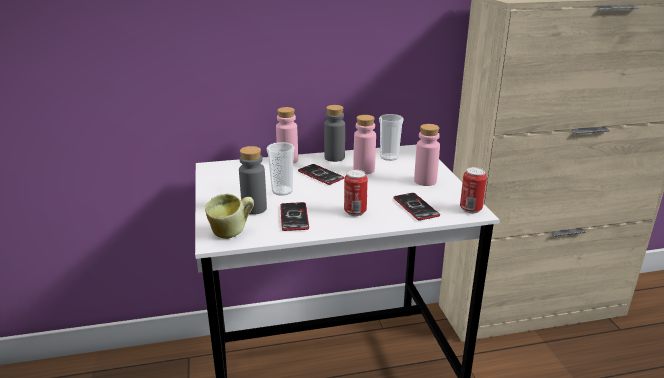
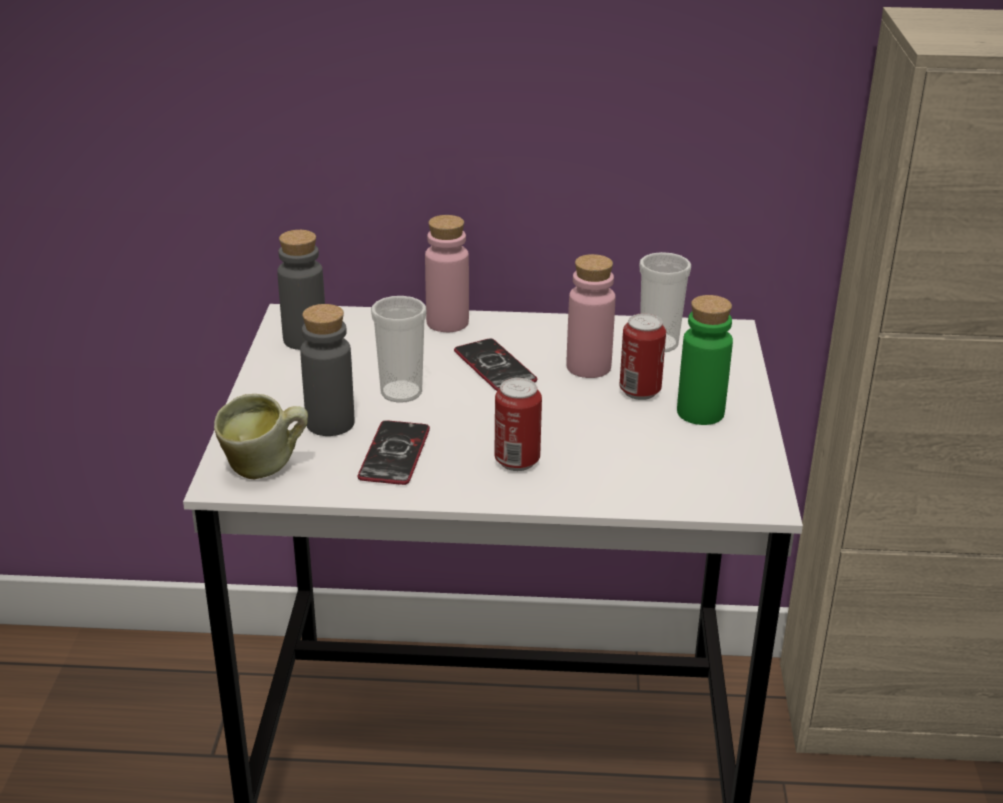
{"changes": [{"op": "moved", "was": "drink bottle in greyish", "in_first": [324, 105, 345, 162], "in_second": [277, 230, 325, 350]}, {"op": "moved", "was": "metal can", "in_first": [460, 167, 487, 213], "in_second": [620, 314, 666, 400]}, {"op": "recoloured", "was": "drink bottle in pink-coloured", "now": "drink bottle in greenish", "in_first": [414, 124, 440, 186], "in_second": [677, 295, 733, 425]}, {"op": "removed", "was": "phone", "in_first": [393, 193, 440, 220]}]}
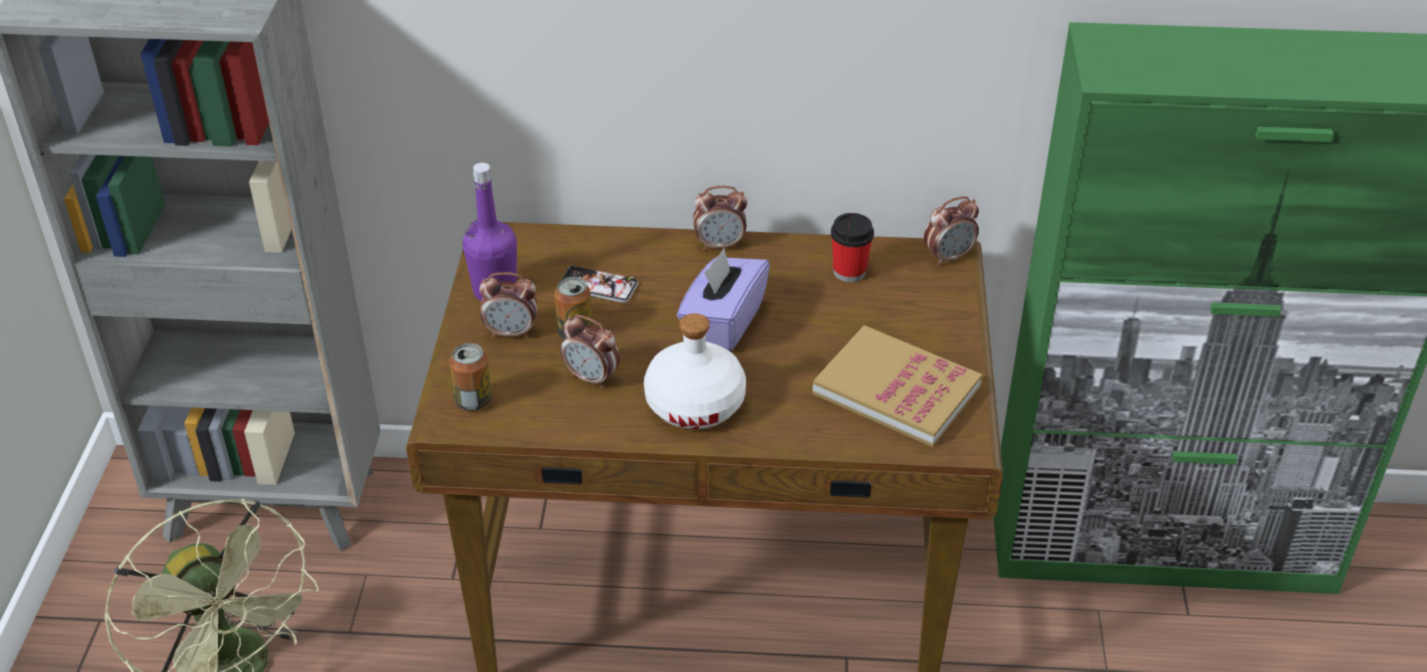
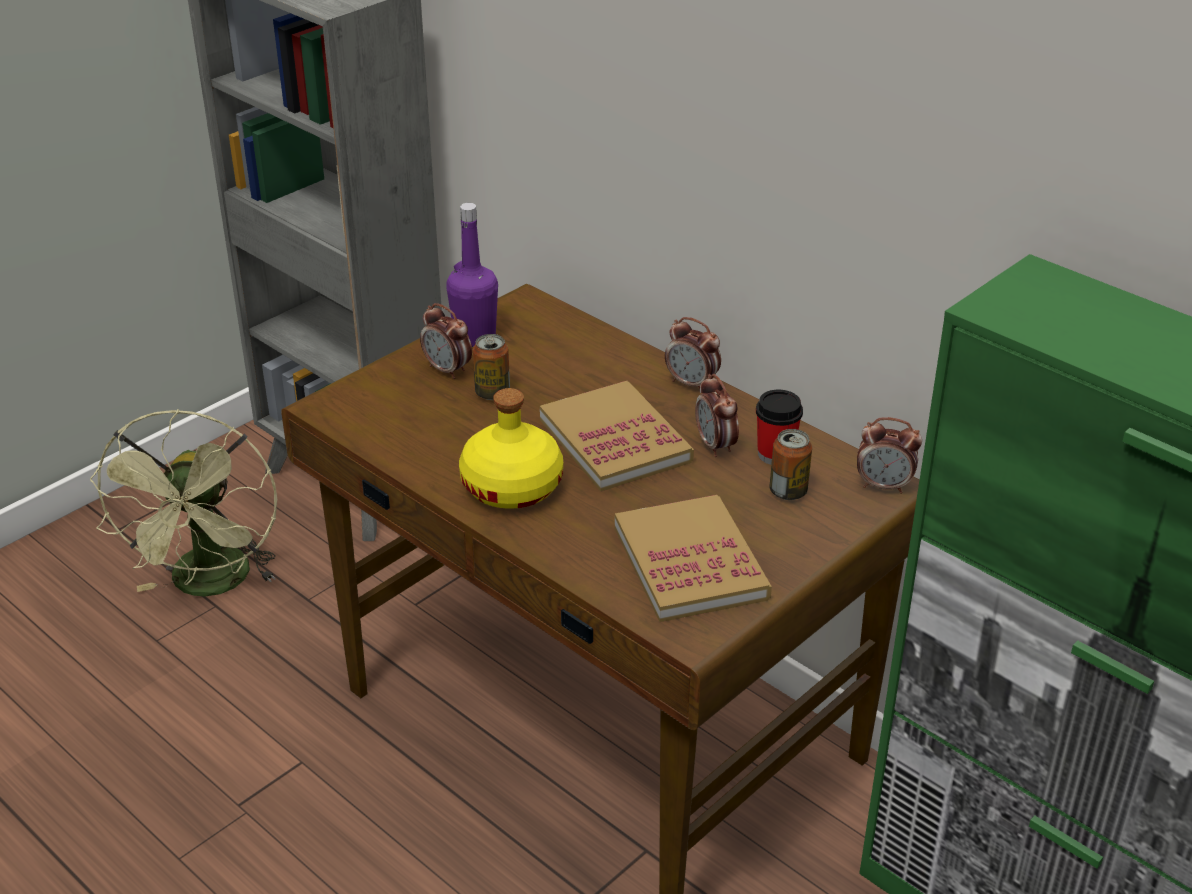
{"changes": [{"op": "recoloured", "was": "drink bottle in white", "now": "drink bottle in yellowish", "in_first": [644, 313, 746, 429], "in_second": [459, 388, 563, 509]}, {"op": "replaced", "was": "tissue box in purple", "now": "book", "in_first": [677, 248, 770, 351], "in_second": [540, 381, 694, 492]}, {"op": "moved", "was": "bedside clock", "in_first": [561, 315, 620, 389], "in_second": [695, 374, 739, 457]}, {"op": "moved", "was": "metal can", "in_first": [450, 343, 492, 411], "in_second": [769, 429, 812, 500]}, {"op": "removed", "was": "phone", "in_first": [561, 266, 639, 303]}]}
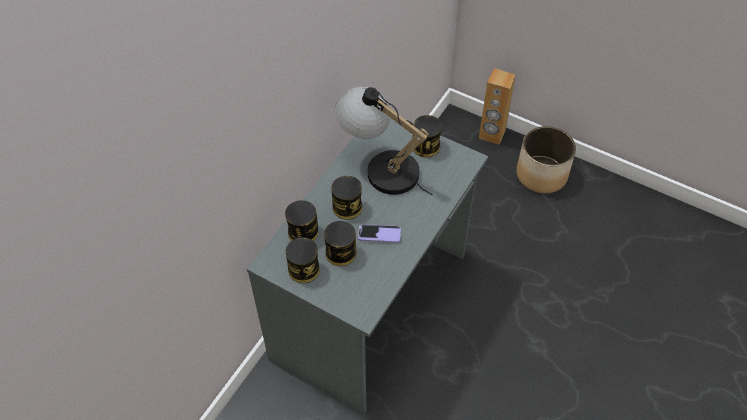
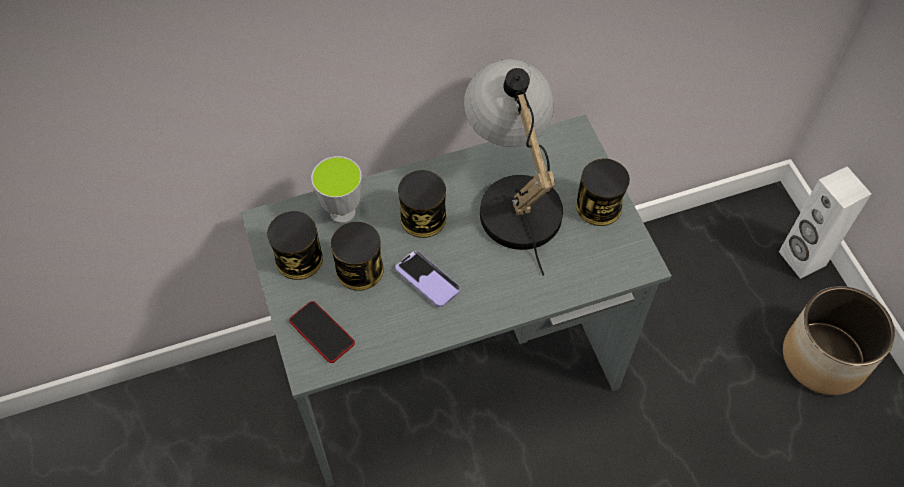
{"changes": [{"op": "added", "now": "phone", "in_second": [289, 301, 355, 363]}, {"op": "replaced", "was": "metal can", "now": "small cup", "in_first": [285, 200, 318, 241], "in_second": [311, 156, 362, 224]}, {"op": "recoloured", "was": "loudspeaker in brownish", "now": "loudspeaker in white", "in_first": [479, 68, 516, 145], "in_second": [779, 166, 872, 279]}]}
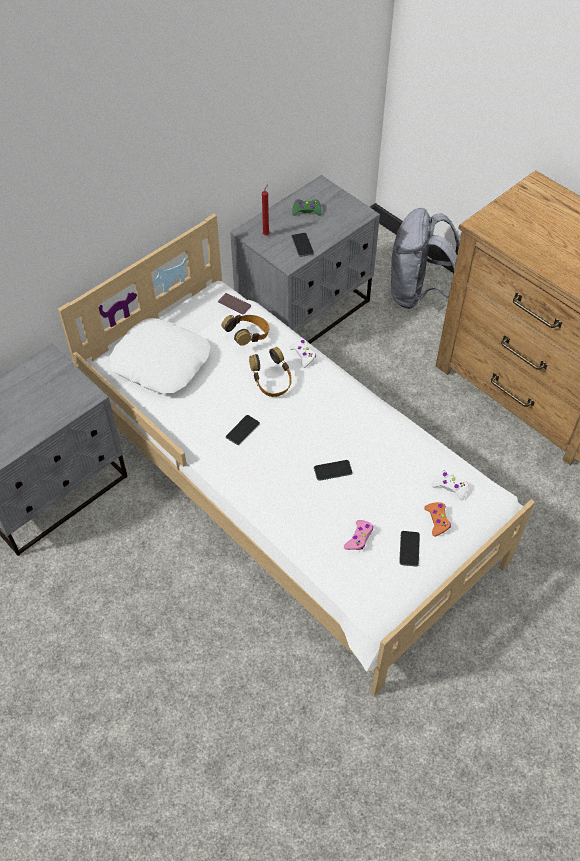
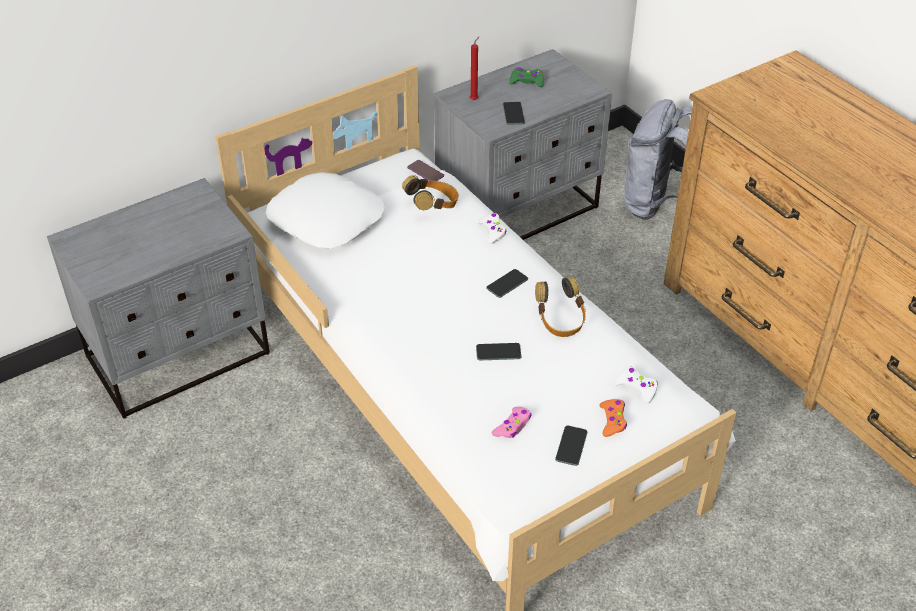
{"changes": [{"op": "moved", "was": "phone", "in_first": [226, 415, 260, 445], "in_second": [486, 269, 528, 298]}, {"op": "moved", "was": "pair of headphones", "in_first": [249, 347, 292, 397], "in_second": [535, 276, 586, 337]}]}
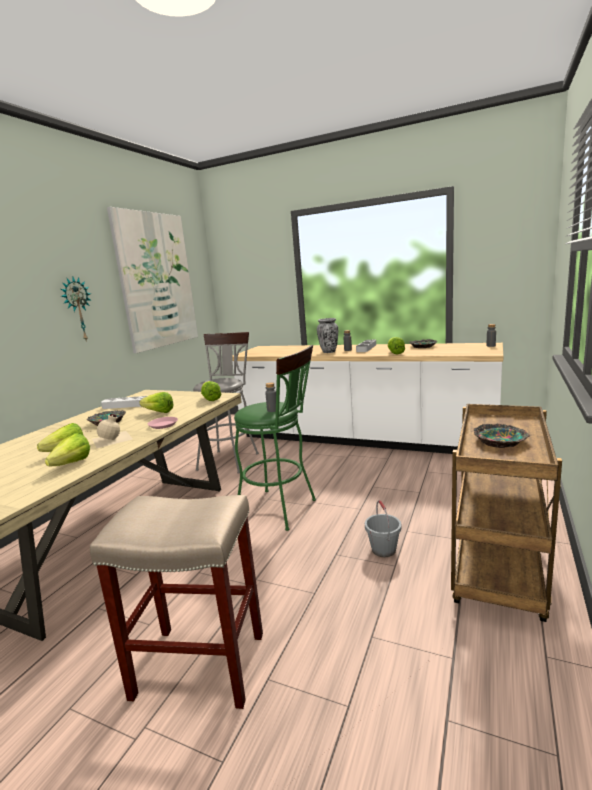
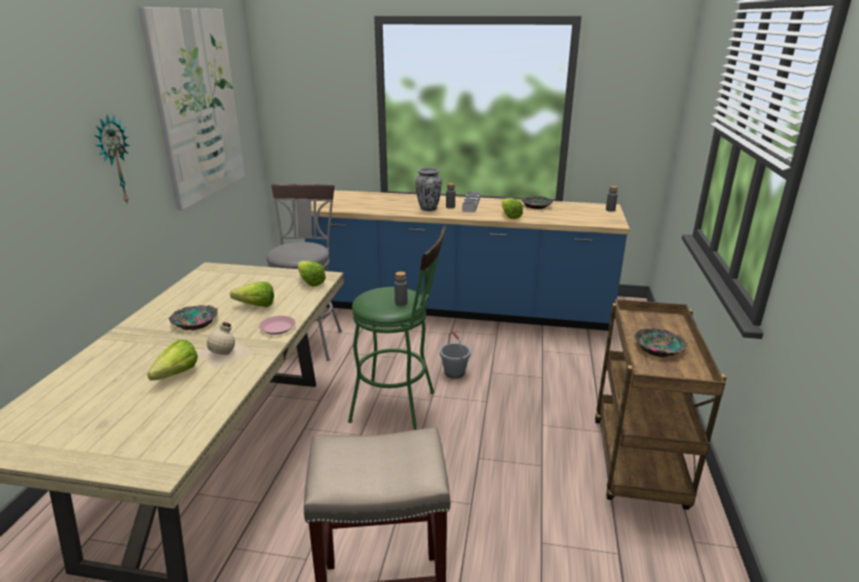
{"changes": [{"op": "recoloured", "was": "kitchen counter in white", "now": "kitchen counter in bluish", "in_first": [232, 343, 503, 454], "in_second": [305, 190, 630, 331]}, {"op": "moved", "was": "water bucket in greyish", "in_first": [365, 500, 401, 557], "in_second": [440, 332, 471, 379]}, {"op": "removed", "was": "lettuce head", "in_first": [45, 433, 90, 466]}, {"op": "removed", "was": "tray in greyish", "in_first": [101, 396, 147, 409]}]}
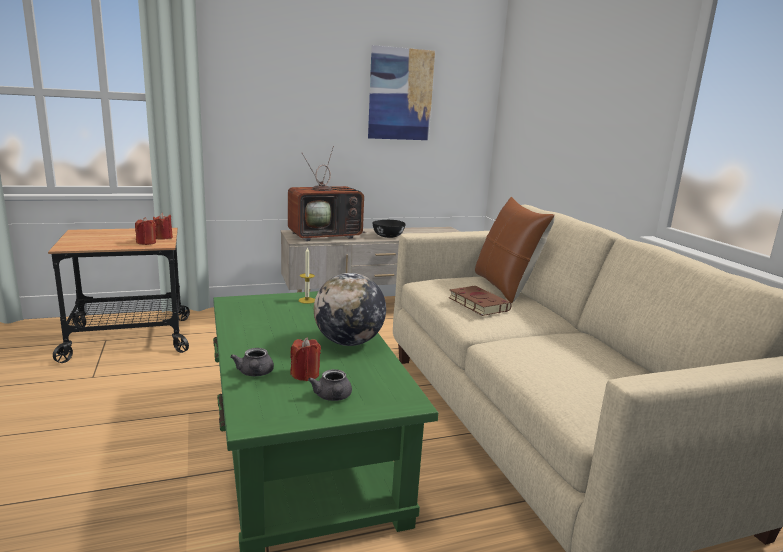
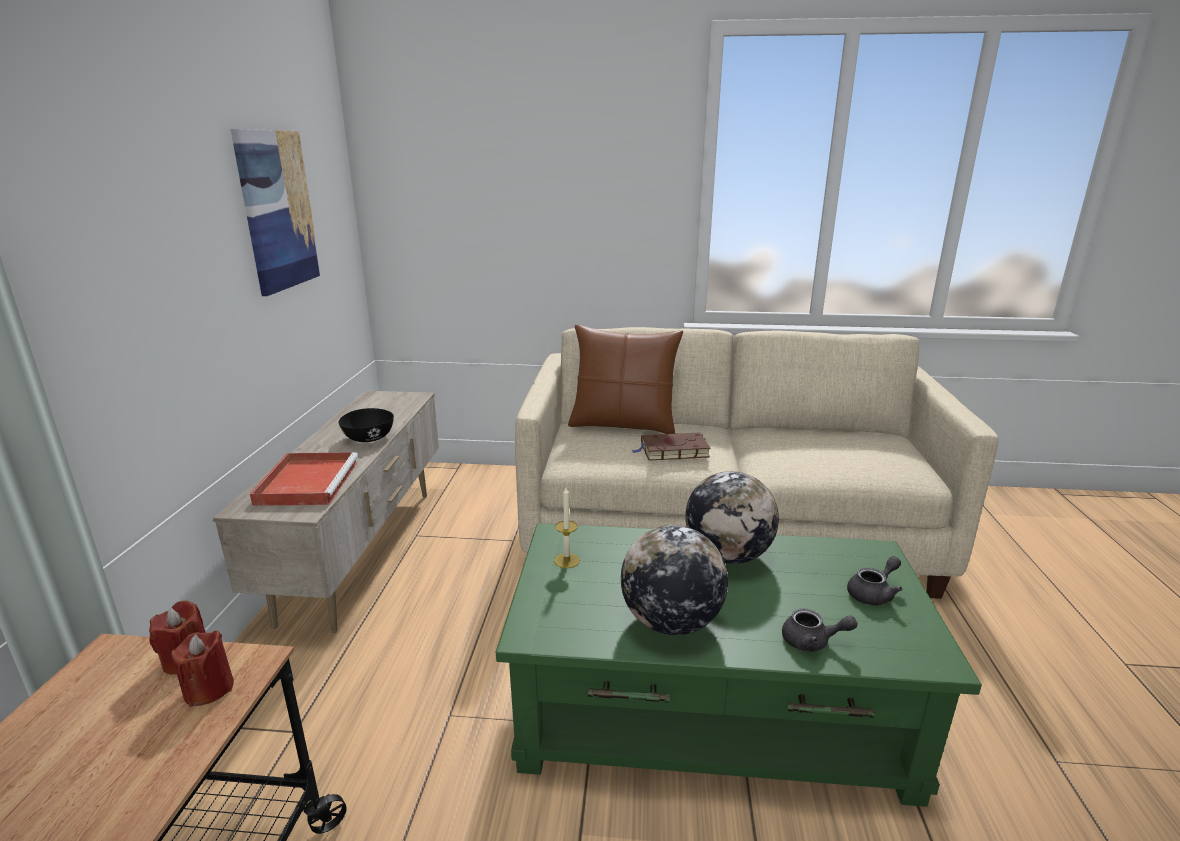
{"changes": [{"op": "replaced", "was": "television", "now": "tray in red-coloured", "in_first": [288, 146, 366, 241], "in_second": [250, 452, 358, 506]}, {"op": "added", "now": "desk globe", "in_second": [621, 525, 728, 635]}, {"op": "turned", "was": "pot for tea in greyish", "in_first": [308, 369, 352, 401], "in_second": [847, 556, 903, 605], "clockwise": -45}, {"op": "removed", "was": "candle in red-coloured", "in_first": [290, 337, 321, 381]}]}
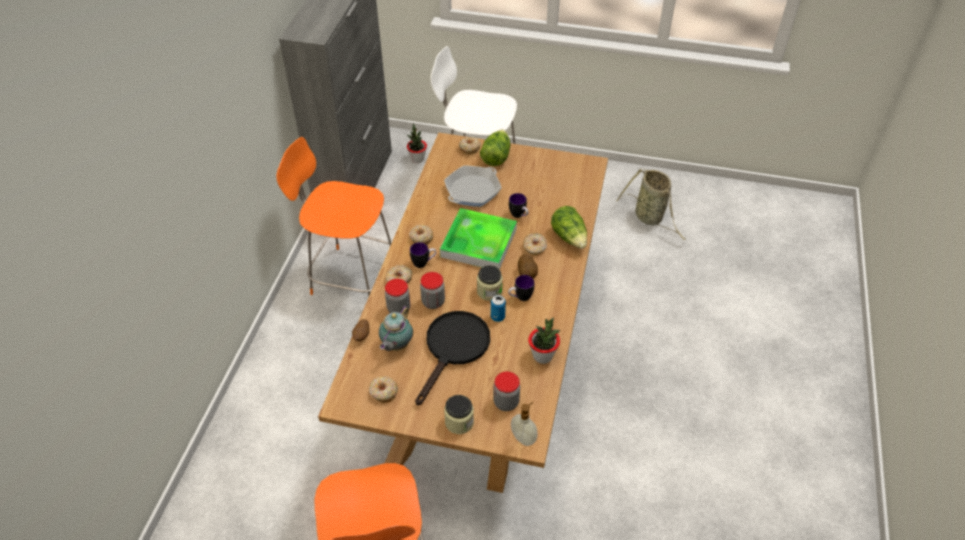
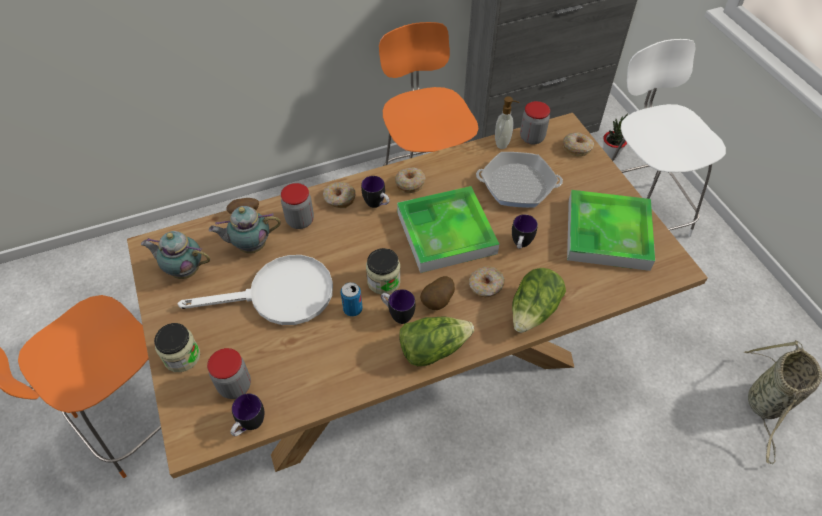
{"changes": [{"op": "replaced", "was": "ring doughnut", "now": "pot for tea", "in_first": [369, 376, 398, 403], "in_second": [141, 231, 210, 279]}, {"op": "recoloured", "was": "frying pan in blackish", "now": "frying pan in white", "in_first": [415, 311, 490, 405], "in_second": [177, 255, 333, 325]}, {"op": "added", "now": "mug", "in_second": [230, 393, 264, 436]}, {"op": "moved", "was": "lettuce head", "in_first": [480, 129, 511, 166], "in_second": [399, 317, 474, 366]}, {"op": "moved", "was": "soap bottle", "in_first": [511, 402, 538, 446], "in_second": [495, 96, 520, 149]}, {"op": "moved", "was": "preserve jar", "in_first": [420, 272, 445, 309], "in_second": [520, 101, 550, 145]}, {"op": "added", "now": "tray", "in_second": [567, 190, 655, 271]}, {"op": "removed", "was": "plant in a pot", "in_first": [528, 318, 560, 364]}]}
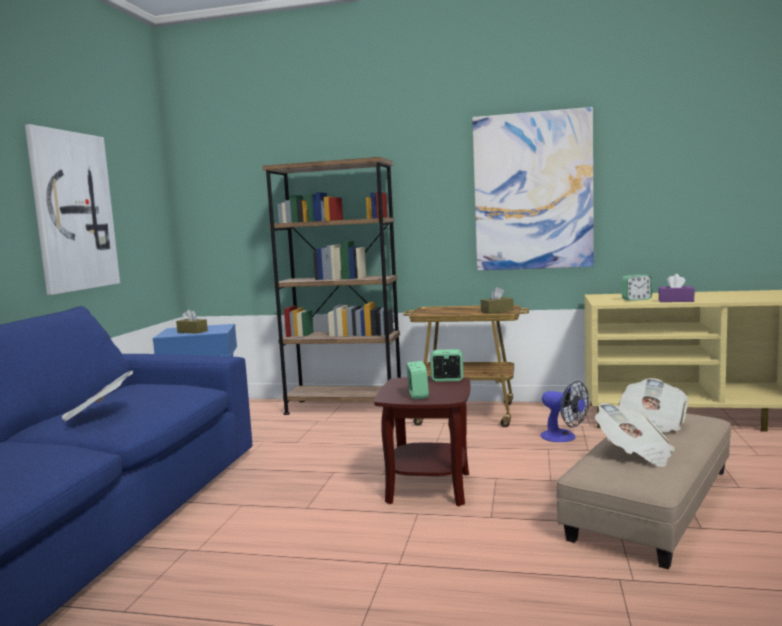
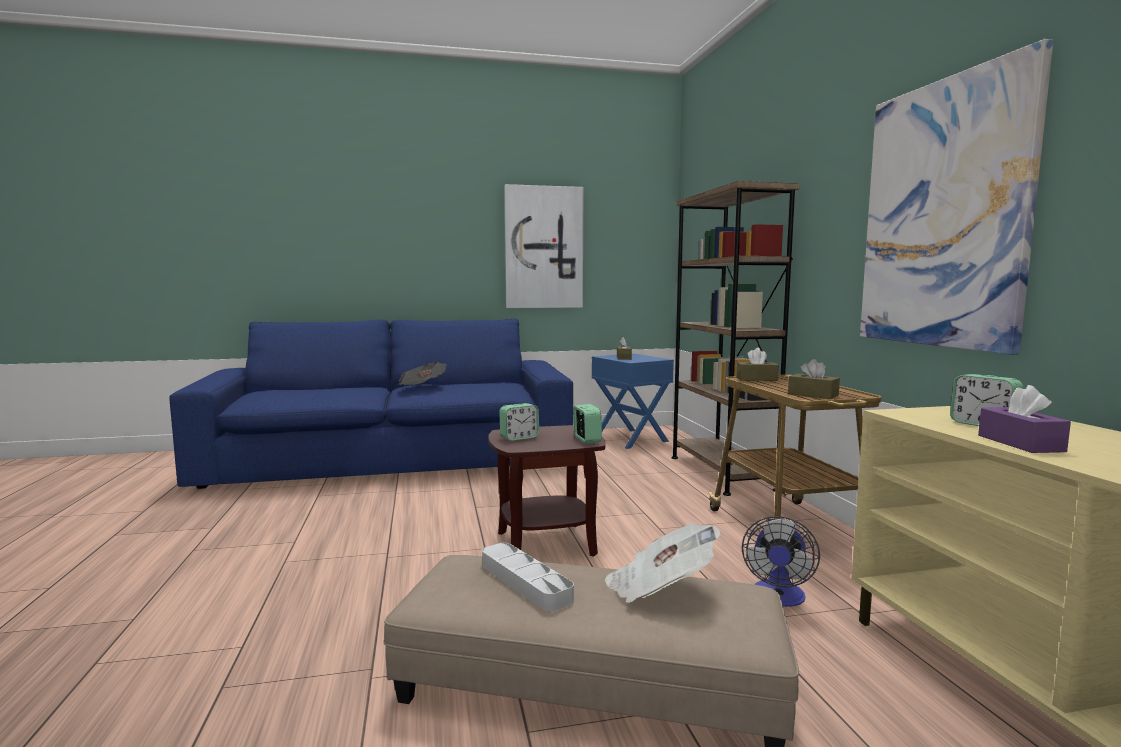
{"changes": [{"op": "replaced", "was": "daily paper", "now": "tray in greyish", "in_first": [595, 403, 675, 467], "in_second": [482, 543, 574, 611]}, {"op": "added", "now": "tissue box in brownish", "in_second": [736, 348, 779, 381]}]}
